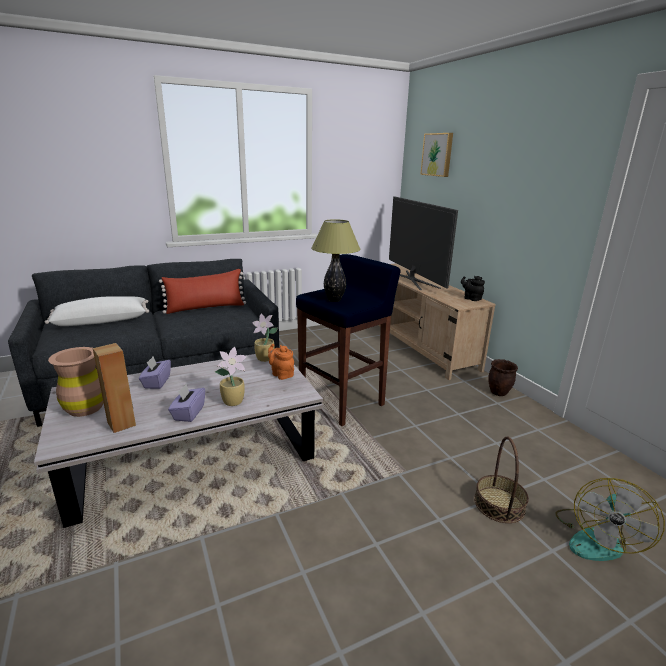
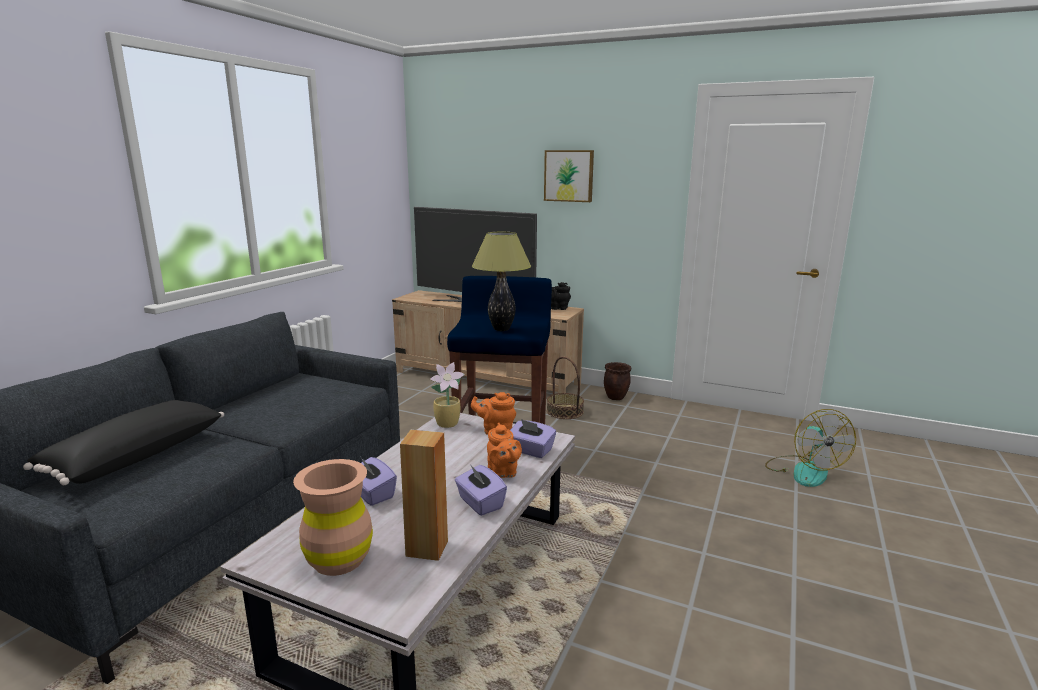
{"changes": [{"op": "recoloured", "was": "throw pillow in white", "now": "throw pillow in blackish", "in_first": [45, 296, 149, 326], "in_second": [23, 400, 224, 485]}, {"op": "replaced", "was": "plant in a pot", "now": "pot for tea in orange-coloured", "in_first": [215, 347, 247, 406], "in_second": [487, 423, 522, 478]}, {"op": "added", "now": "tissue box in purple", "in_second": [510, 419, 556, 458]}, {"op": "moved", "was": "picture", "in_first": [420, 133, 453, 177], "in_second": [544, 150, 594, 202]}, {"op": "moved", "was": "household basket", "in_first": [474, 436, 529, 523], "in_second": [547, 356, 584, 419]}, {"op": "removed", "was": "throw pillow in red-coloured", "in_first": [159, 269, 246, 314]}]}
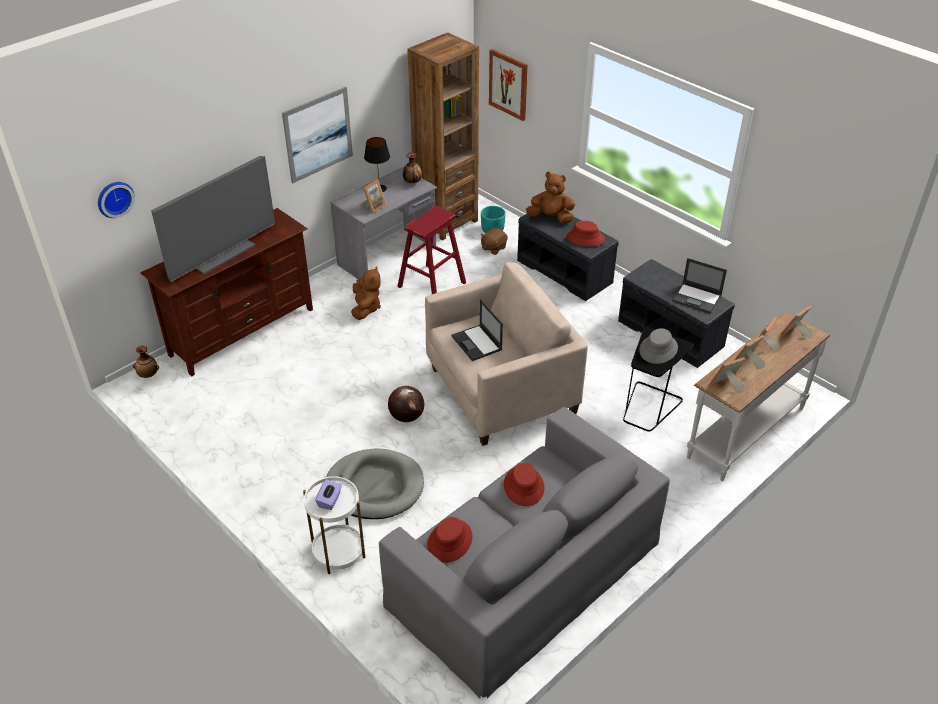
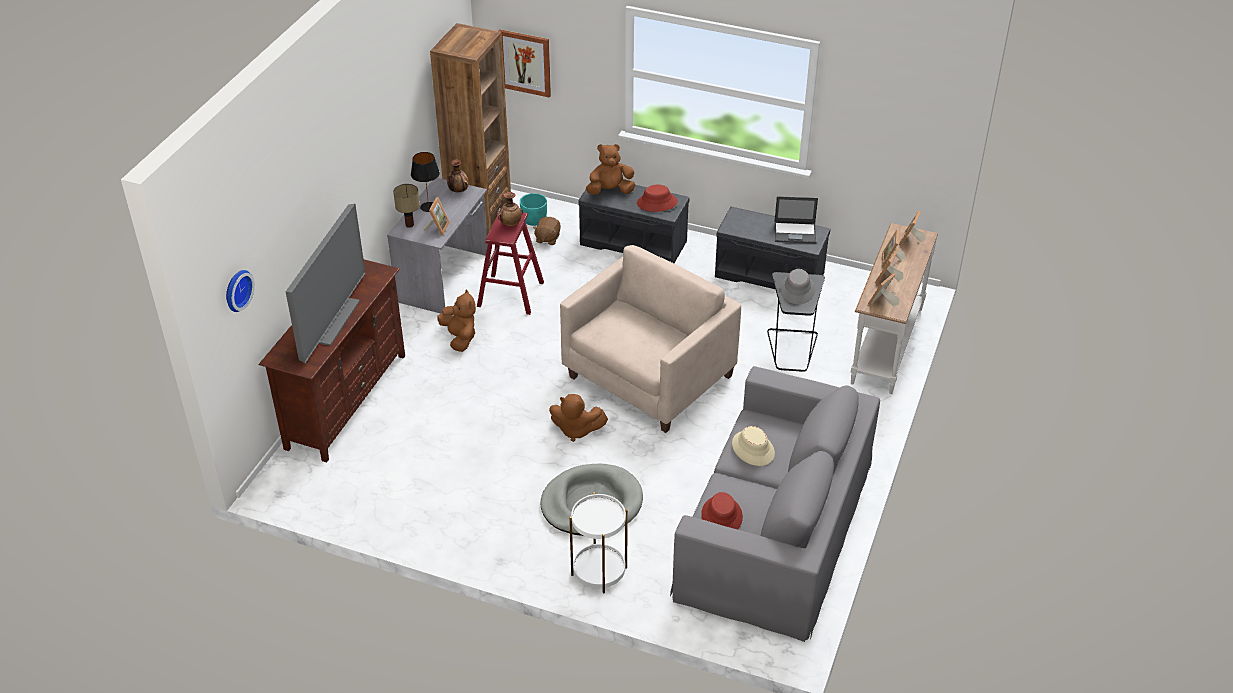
{"changes": [{"op": "added", "now": "table lamp", "in_second": [393, 184, 420, 228]}, {"op": "moved", "was": "flower vase", "in_first": [133, 346, 159, 378], "in_second": [498, 192, 523, 226]}, {"op": "replaced", "was": "desk globe", "now": "cuddly toy in brownish", "in_first": [388, 386, 424, 422], "in_second": [549, 394, 608, 442]}, {"op": "recoloured", "was": "hat in red-coloured", "now": "hat in beige", "in_first": [504, 463, 544, 506], "in_second": [732, 426, 775, 466]}, {"op": "removed", "was": "picture", "in_first": [282, 87, 353, 183]}, {"op": "removed", "was": "tissue box in purple", "in_first": [315, 479, 342, 510]}, {"op": "removed", "was": "laptop", "in_first": [451, 299, 503, 361]}]}
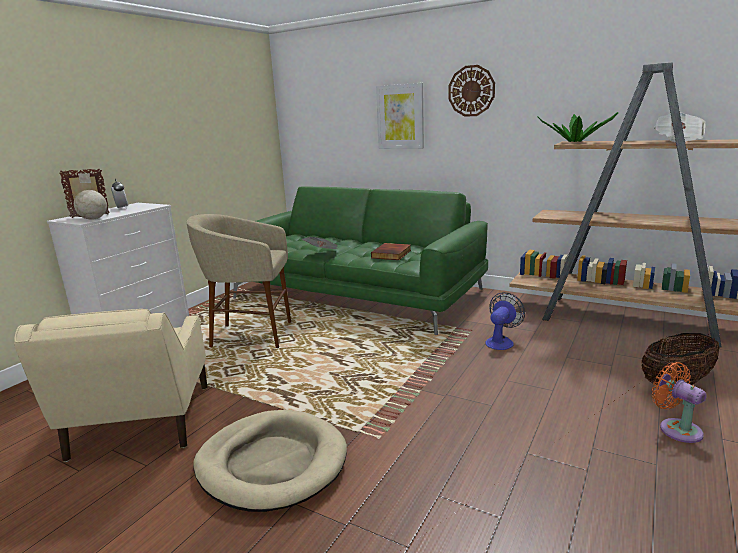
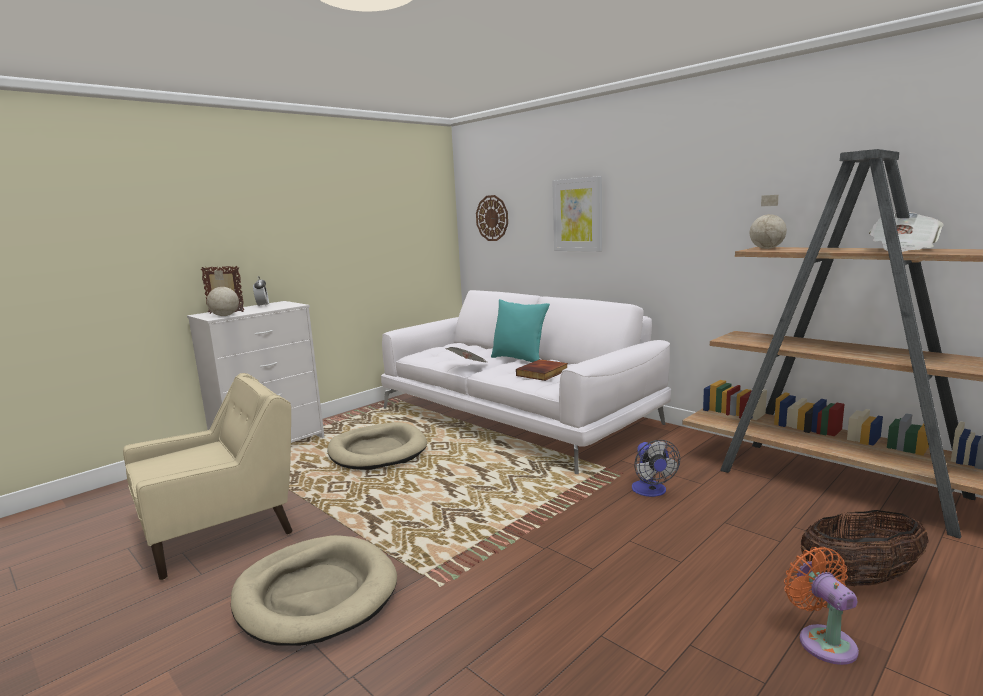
{"changes": [{"op": "turned", "was": "armchair in beige", "in_first": [14, 309, 208, 462], "in_second": [123, 373, 292, 580], "clockwise": -135}, {"op": "replaced", "was": "sitting stool in beige", "now": "dog bed in beige", "in_first": [186, 214, 291, 348], "in_second": [327, 422, 427, 470]}, {"op": "recoloured", "was": "couch in greenish", "now": "couch in white", "in_first": [233, 186, 488, 335], "in_second": [381, 290, 671, 474]}, {"op": "moved", "was": "hanging clock", "in_first": [448, 65, 495, 117], "in_second": [476, 195, 508, 241]}, {"op": "added", "now": "throw pillow in turquoise-coloured", "in_second": [491, 299, 550, 362]}, {"op": "turned", "was": "fan", "in_first": [486, 292, 525, 350], "in_second": [632, 440, 680, 497], "clockwise": 120}, {"op": "replaced", "was": "plant in a pot", "now": "desk globe", "in_first": [537, 112, 618, 142], "in_second": [750, 195, 787, 249]}]}
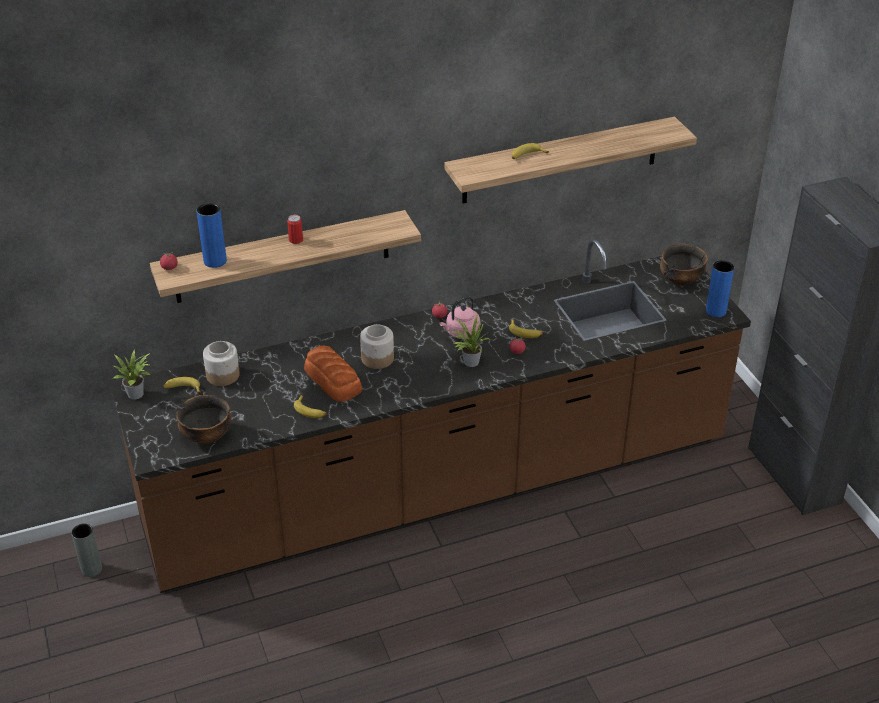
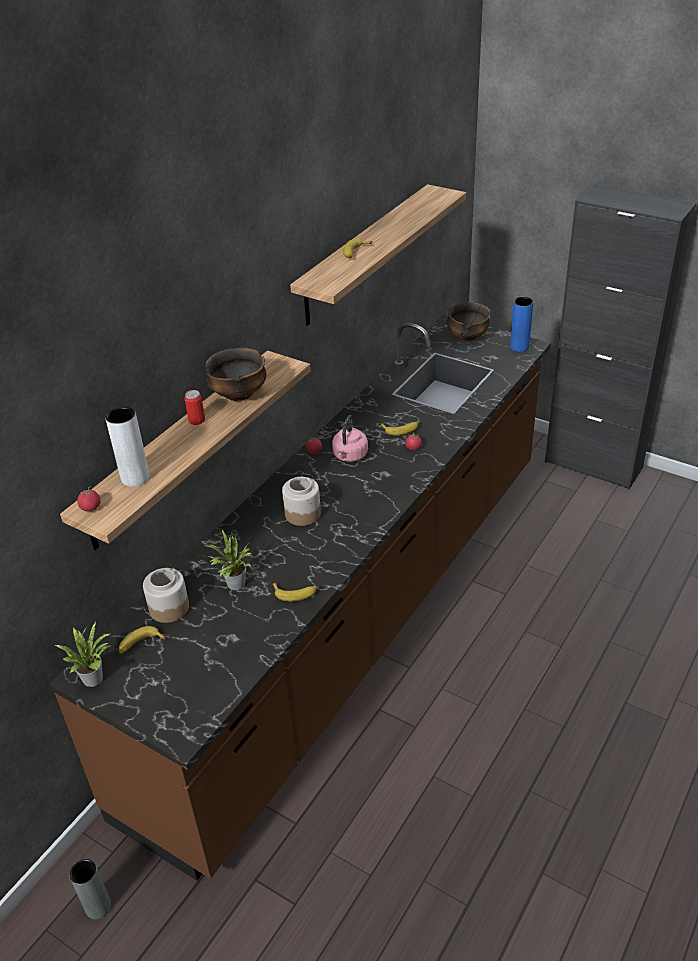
{"changes": [{"op": "recoloured", "was": "flower vase in bluish", "now": "flower vase in white", "in_first": [196, 203, 227, 268], "in_second": [105, 406, 150, 487]}, {"op": "moved", "was": "bowl", "in_first": [176, 395, 232, 444], "in_second": [205, 347, 267, 401]}, {"op": "moved", "was": "plant in a pot", "in_first": [452, 314, 489, 367], "in_second": [205, 530, 252, 590]}, {"op": "removed", "was": "baked bread", "in_first": [304, 345, 362, 402]}]}
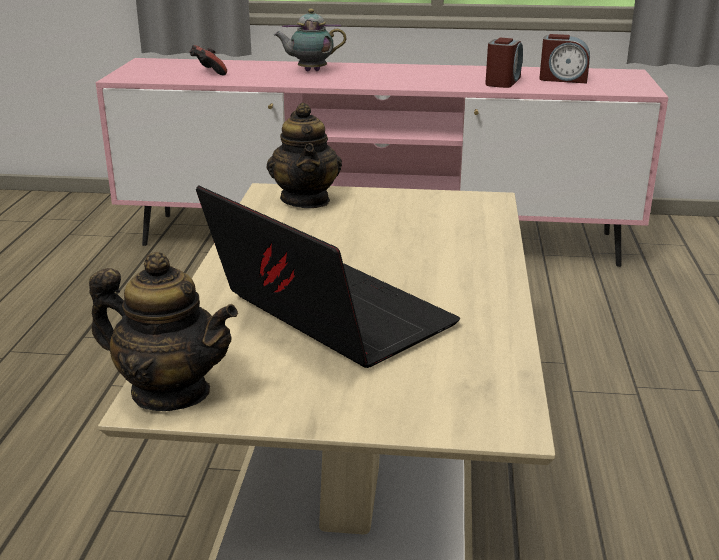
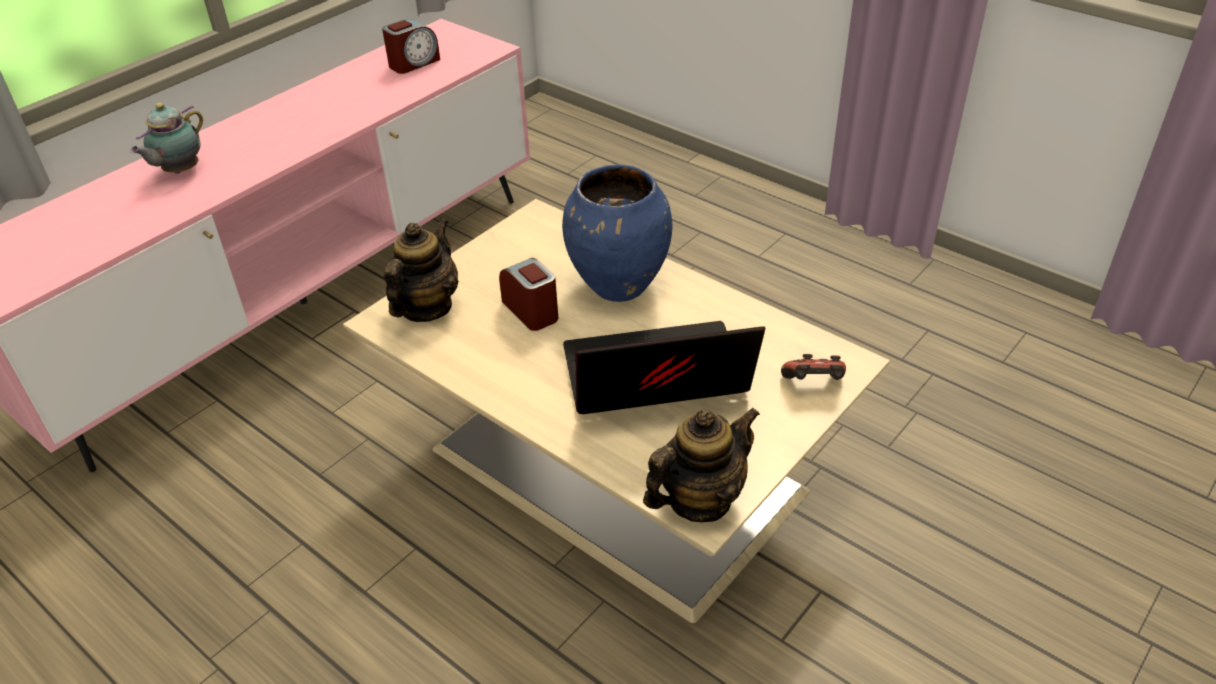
{"changes": [{"op": "turned", "was": "pot for tea", "in_first": [267, 103, 342, 208], "in_second": [384, 219, 459, 322], "clockwise": -90}, {"op": "moved", "was": "bedside clock", "in_first": [485, 38, 523, 88], "in_second": [499, 258, 558, 331]}, {"op": "added", "now": "flower vase in bluish", "in_second": [562, 164, 672, 302]}, {"op": "moved", "was": "game controller", "in_first": [190, 45, 227, 75], "in_second": [781, 354, 846, 380]}]}
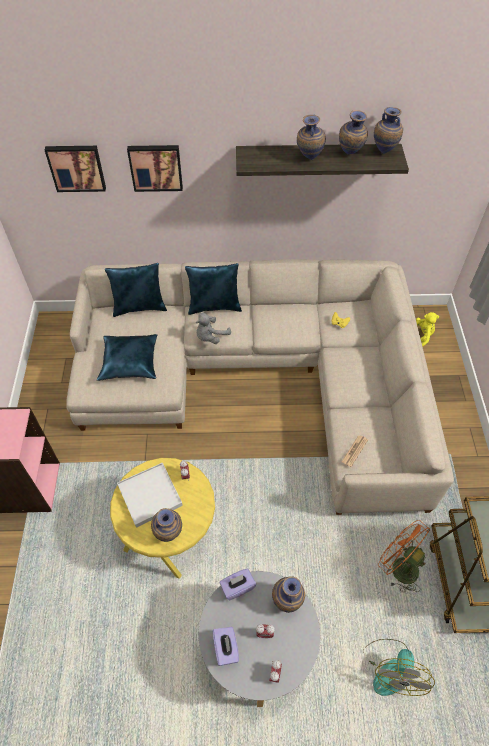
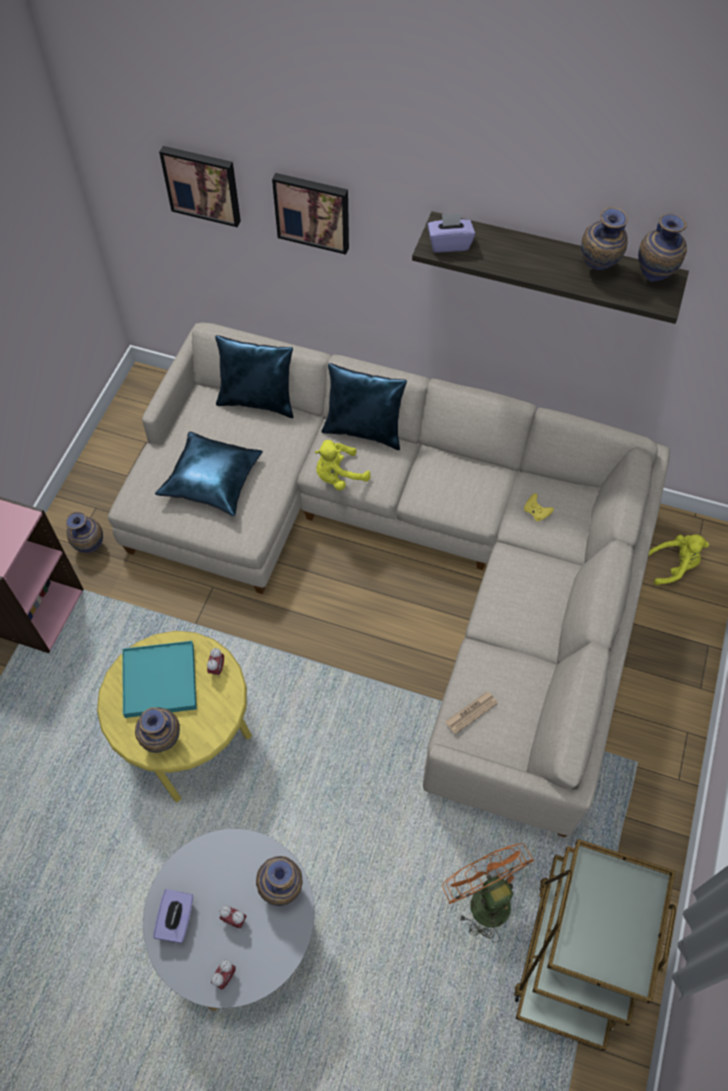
{"changes": [{"op": "moved", "was": "flower vase", "in_first": [297, 115, 326, 160], "in_second": [66, 511, 103, 553]}, {"op": "recoloured", "was": "tray in white", "now": "tray in turquoise-coloured", "in_first": [117, 463, 183, 528], "in_second": [122, 641, 197, 718]}, {"op": "recoloured", "was": "cuddly toy in greyish", "now": "cuddly toy in yellowish", "in_first": [196, 313, 231, 344], "in_second": [315, 440, 371, 491]}, {"op": "moved", "was": "tissue box in purple", "in_first": [220, 569, 256, 600], "in_second": [427, 214, 475, 252]}, {"op": "removed", "was": "fan", "in_first": [363, 639, 435, 696]}]}
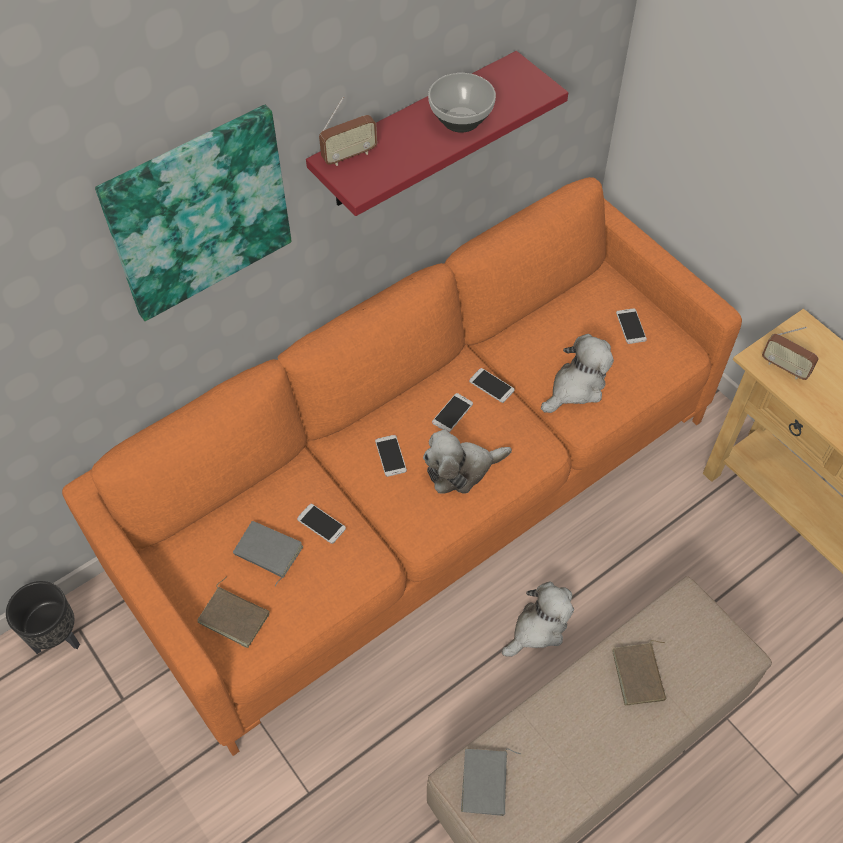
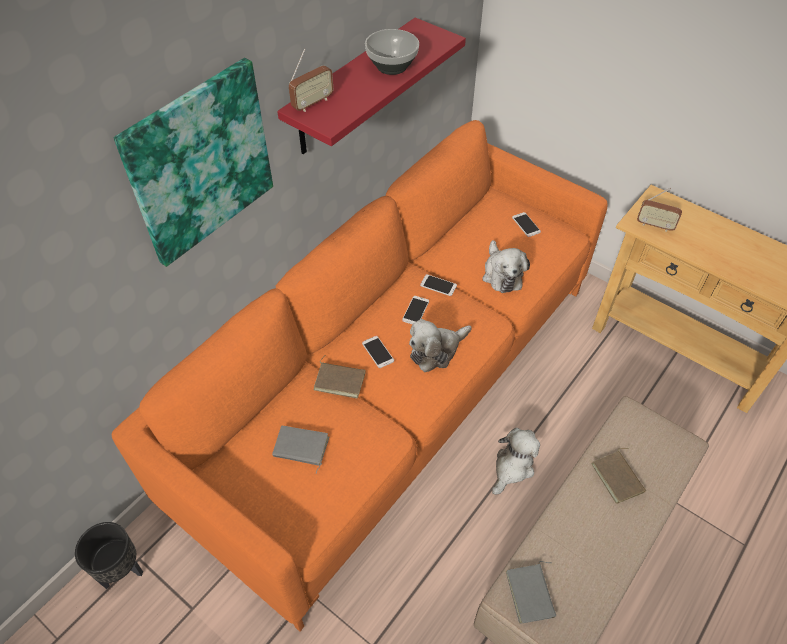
{"changes": [{"op": "moved", "was": "book in brownish", "in_first": [197, 576, 270, 648], "in_second": [313, 355, 365, 398]}, {"op": "turned", "was": "cuddly toy", "in_first": [541, 334, 614, 413], "in_second": [482, 240, 530, 293], "clockwise": 135}, {"op": "removed", "was": "phone", "in_first": [297, 504, 346, 544]}]}
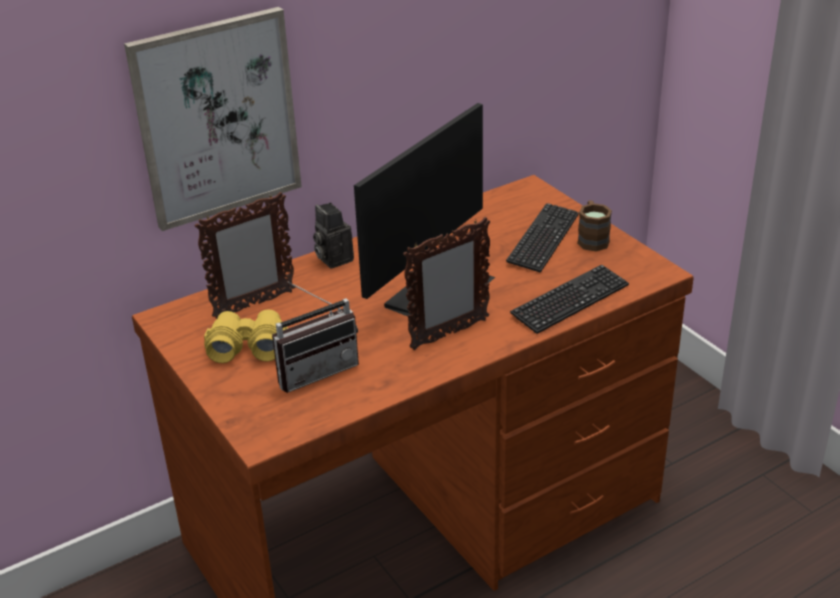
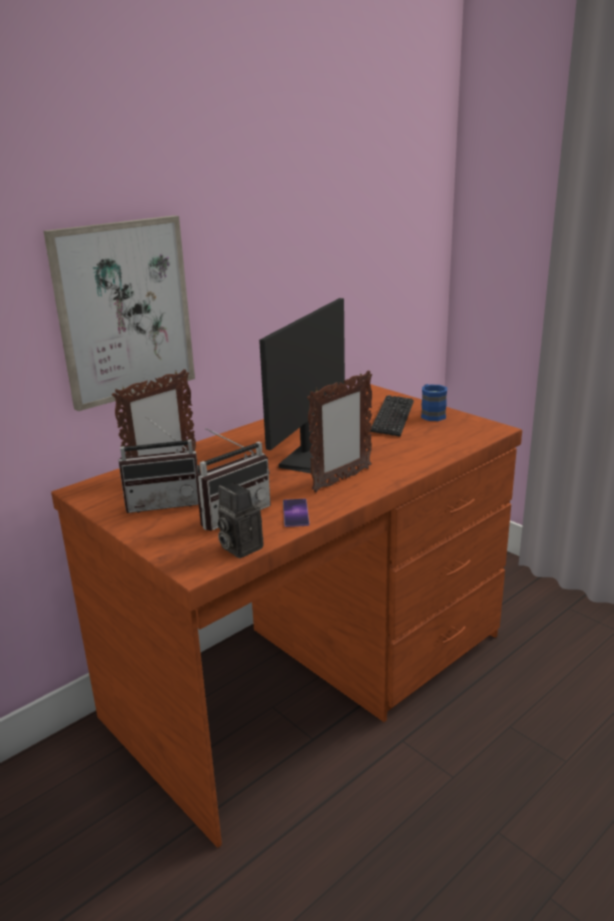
{"changes": [{"op": "replaced", "was": "field glasses in yellowish", "now": "radio receiver", "in_first": [204, 309, 288, 363], "in_second": [118, 417, 200, 513]}, {"op": "moved", "was": "still camera", "in_first": [313, 203, 354, 268], "in_second": [218, 483, 263, 558]}, {"op": "added", "now": "phone", "in_second": [283, 499, 310, 527]}, {"op": "recoloured", "was": "mug in brownish", "now": "mug in bluish", "in_first": [577, 200, 612, 251], "in_second": [421, 384, 447, 421]}, {"op": "removed", "was": "PC keyboard", "in_first": [510, 264, 629, 334]}]}
